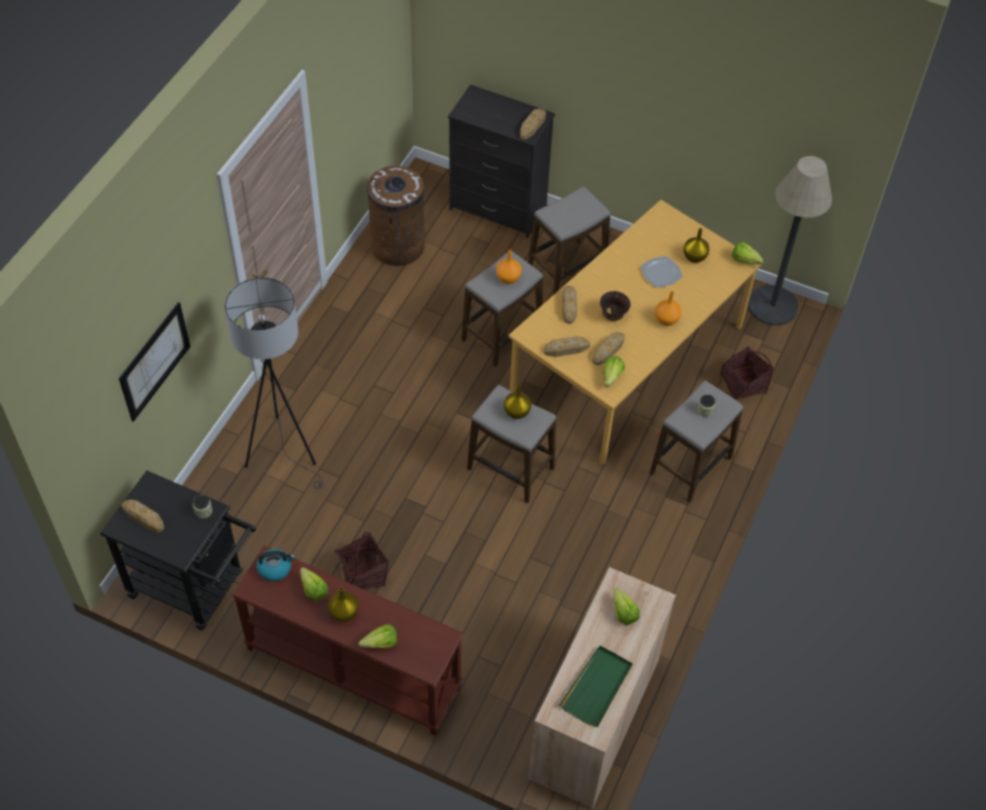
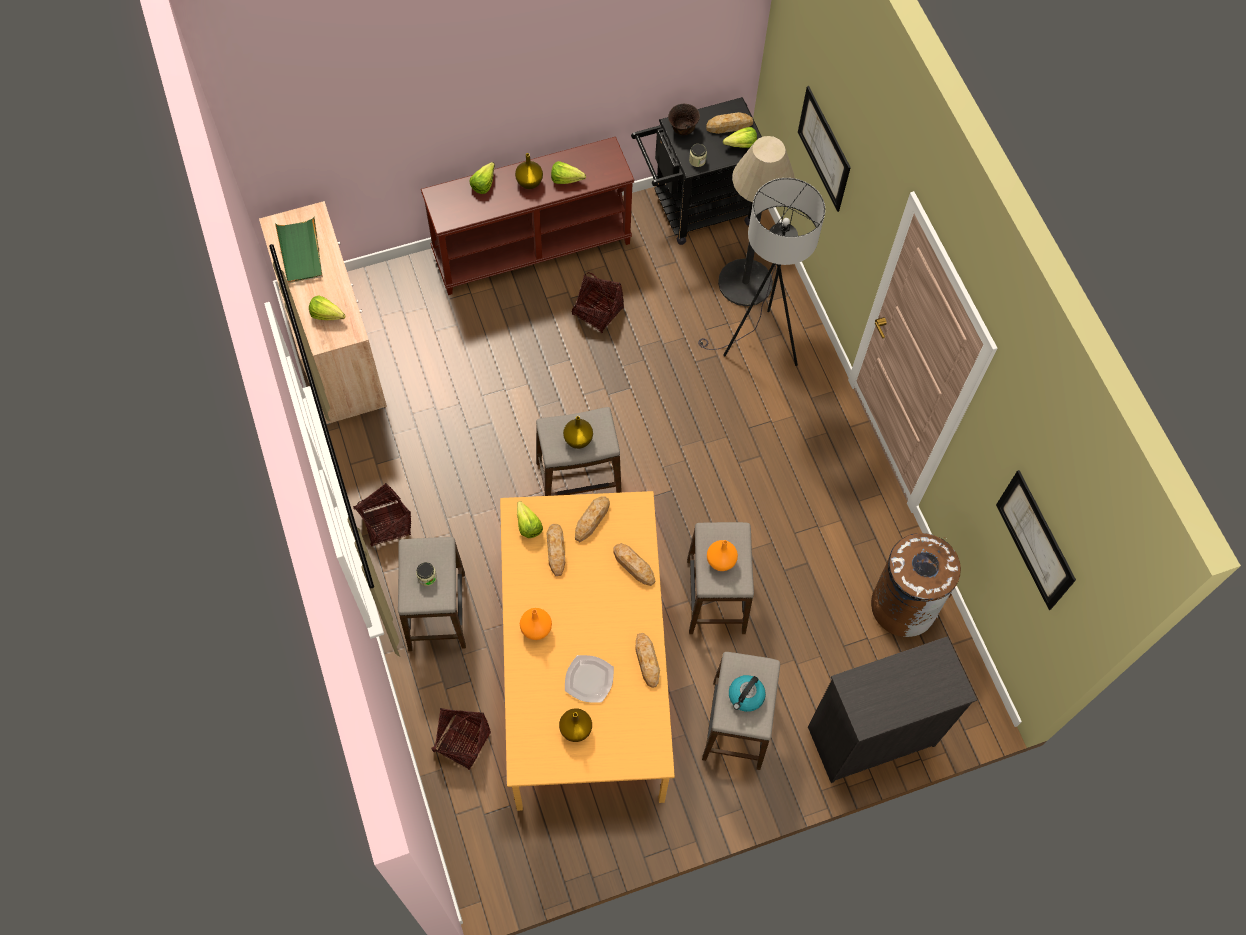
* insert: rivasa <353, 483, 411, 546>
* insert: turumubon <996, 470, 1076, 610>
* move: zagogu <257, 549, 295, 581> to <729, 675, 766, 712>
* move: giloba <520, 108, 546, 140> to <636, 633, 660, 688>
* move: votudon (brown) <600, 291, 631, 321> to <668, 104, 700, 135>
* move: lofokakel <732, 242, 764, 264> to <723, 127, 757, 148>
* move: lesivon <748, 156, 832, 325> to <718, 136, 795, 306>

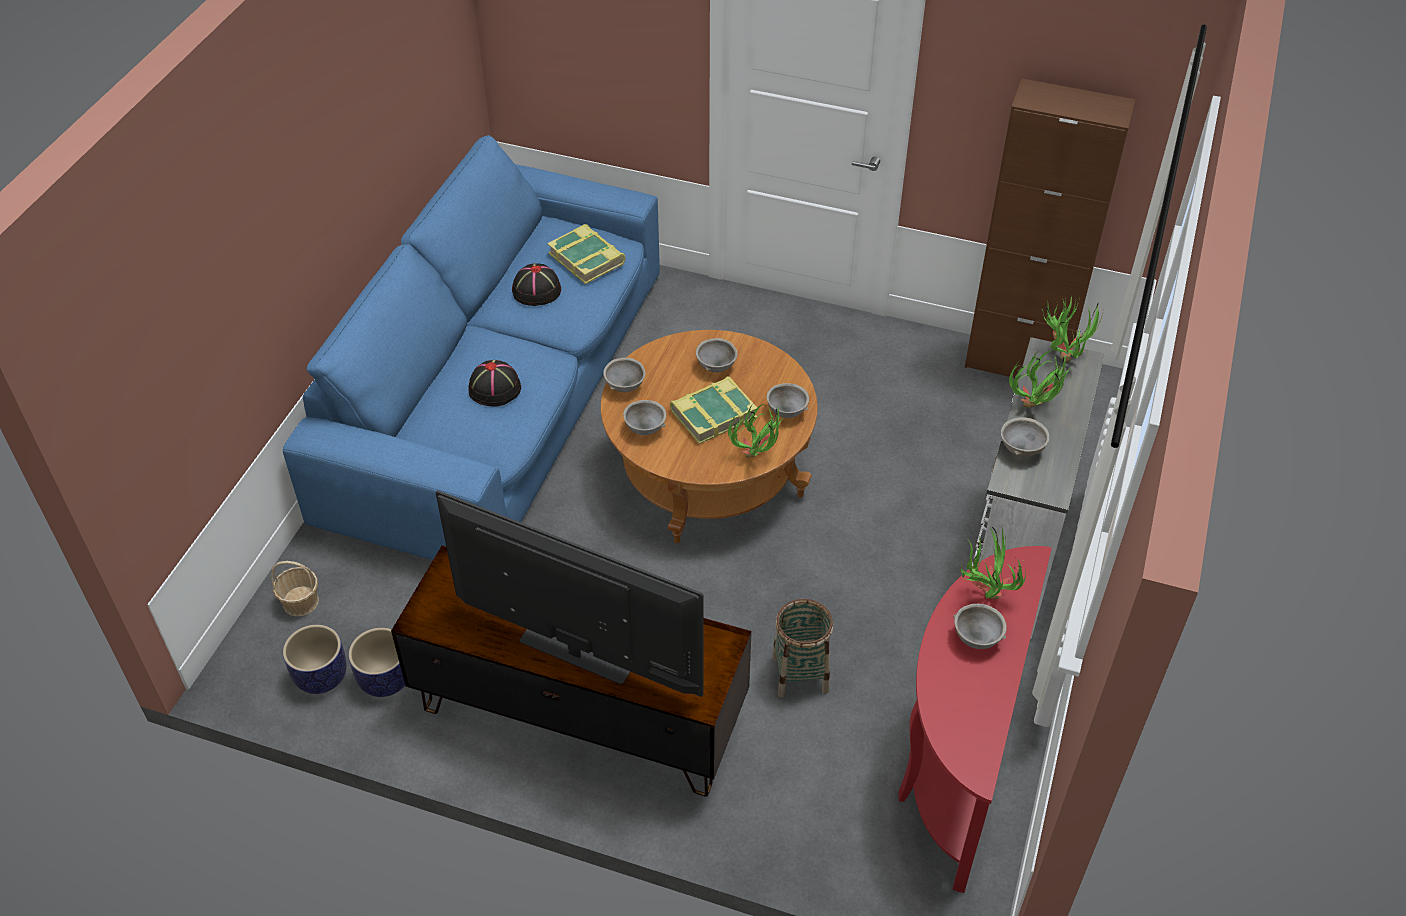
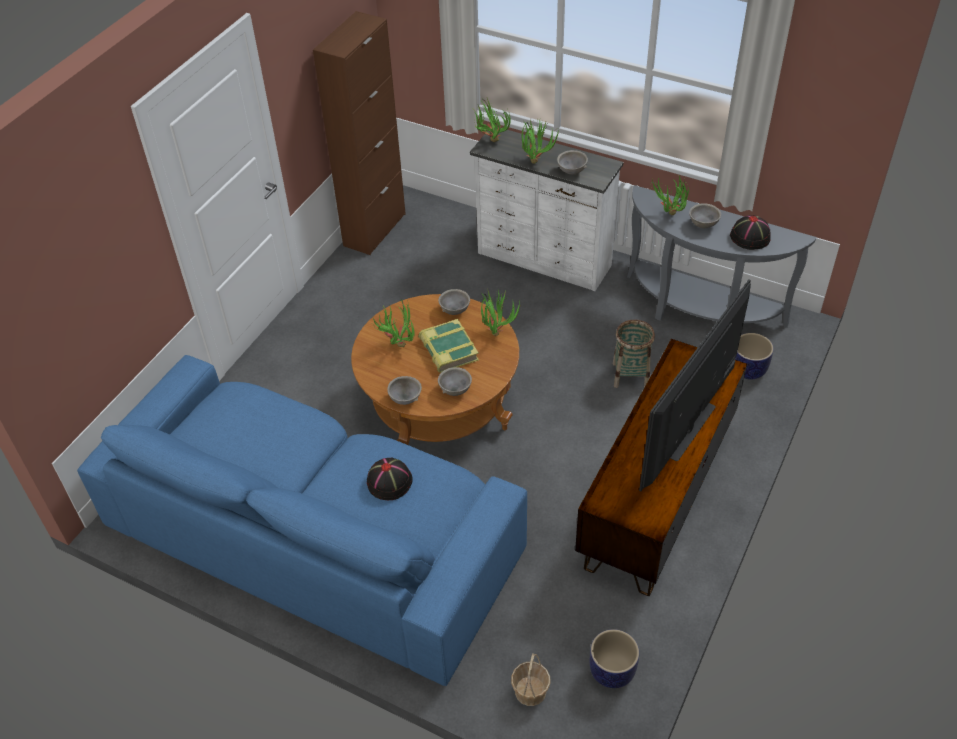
* delete: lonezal <547, 224, 626, 284>
* move: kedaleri <348, 628, 405, 697> to <735, 333, 774, 380>
* move: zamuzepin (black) <512, 263, 561, 306> to <730, 215, 771, 250>
* replace: votudon (grey) <696, 338, 738, 372> to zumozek <372, 299, 415, 347>
* recolor: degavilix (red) <898, 546, 1052, 893> to degavilix (grey) <627, 185, 816, 328>

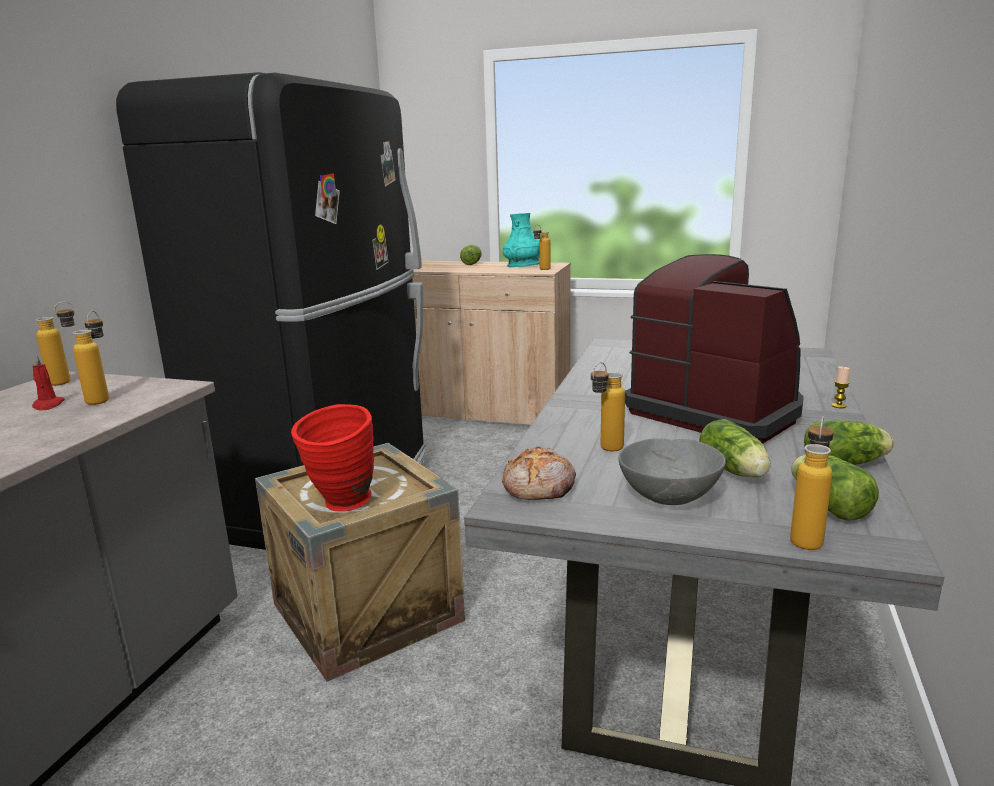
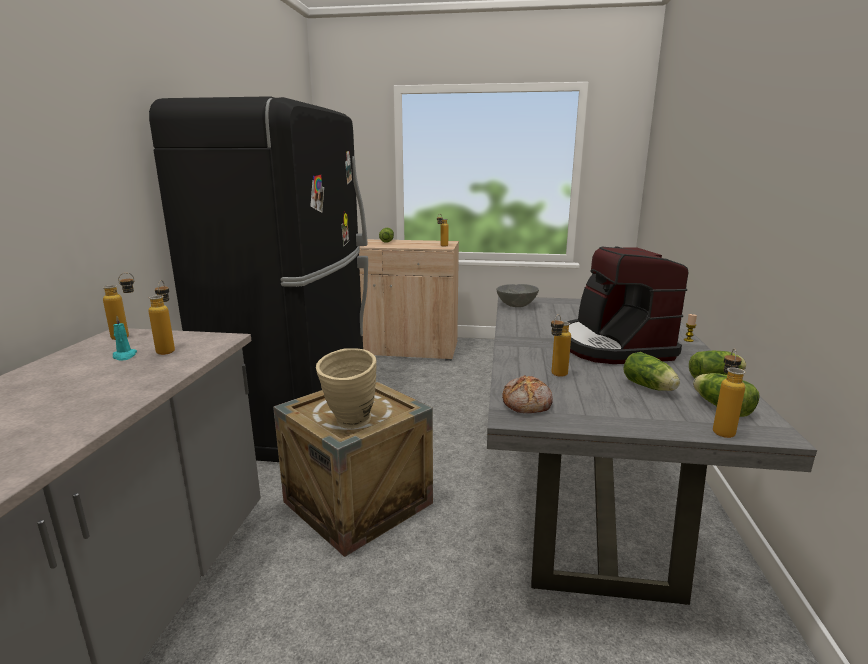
* delete: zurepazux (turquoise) <503, 213, 540, 267>
* move: votudon (grey) <619, 438, 726, 505> to <496, 284, 539, 307>
* recolor: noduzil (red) <32, 354, 65, 411> to noduzil (turquoise) <113, 316, 137, 361>
* recolor: zurepazux (red) <291, 404, 374, 512> to zurepazux (beige) <316, 348, 376, 429>
* rotate: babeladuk <625, 254, 804, 444> = <567, 246, 689, 364> 135 degrees counterclockwise

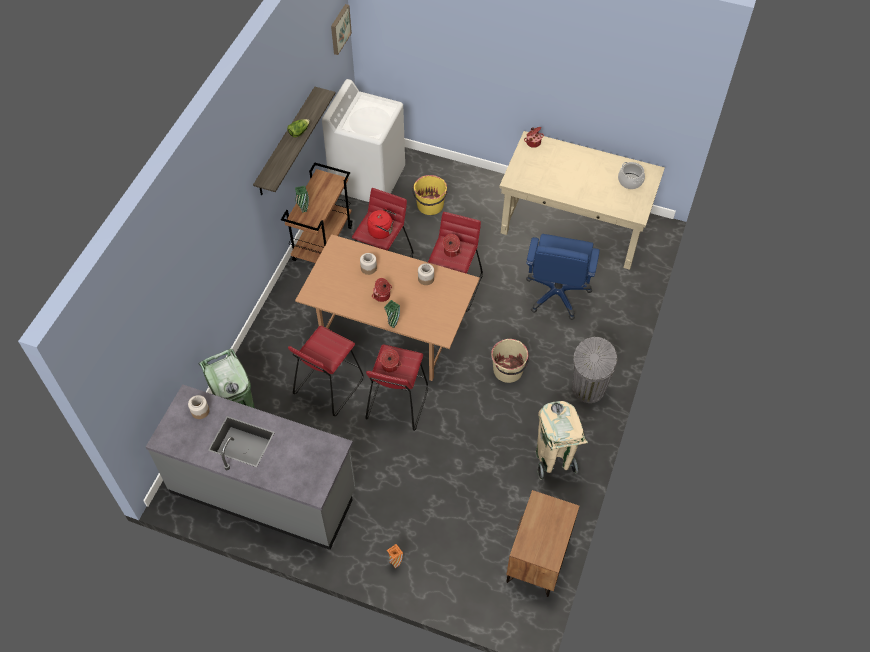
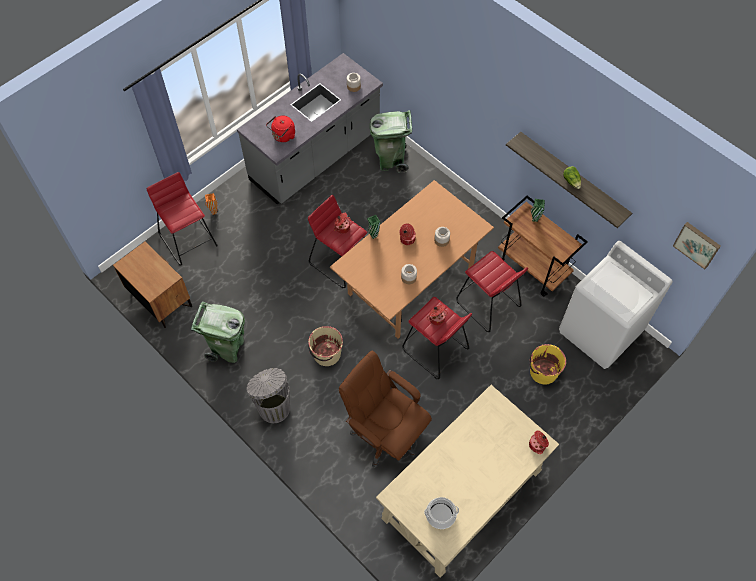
* move: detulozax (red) <288, 326, 364, 416> to <147, 172, 217, 265>
* move: zagogu (red) <367, 208, 396, 239> to <266, 115, 295, 142>
* recolor: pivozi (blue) <526, 234, 600, 320> to pivozi (brown) <339, 351, 432, 468>
* recolor: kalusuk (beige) <536, 401, 588, 480> to kalusuk (green) <191, 301, 245, 363>

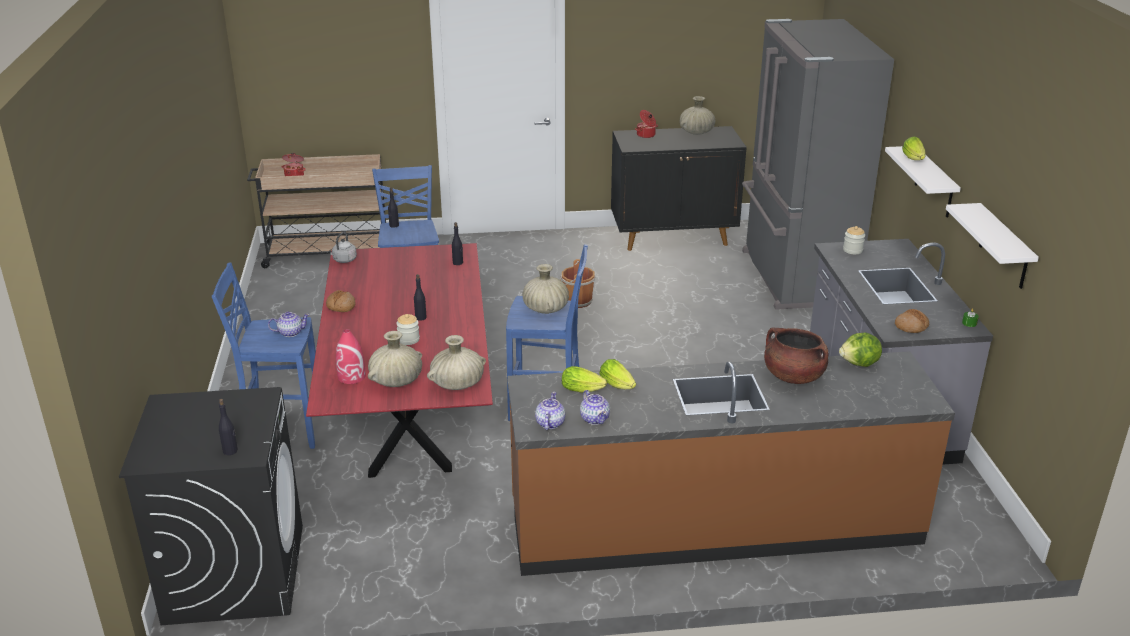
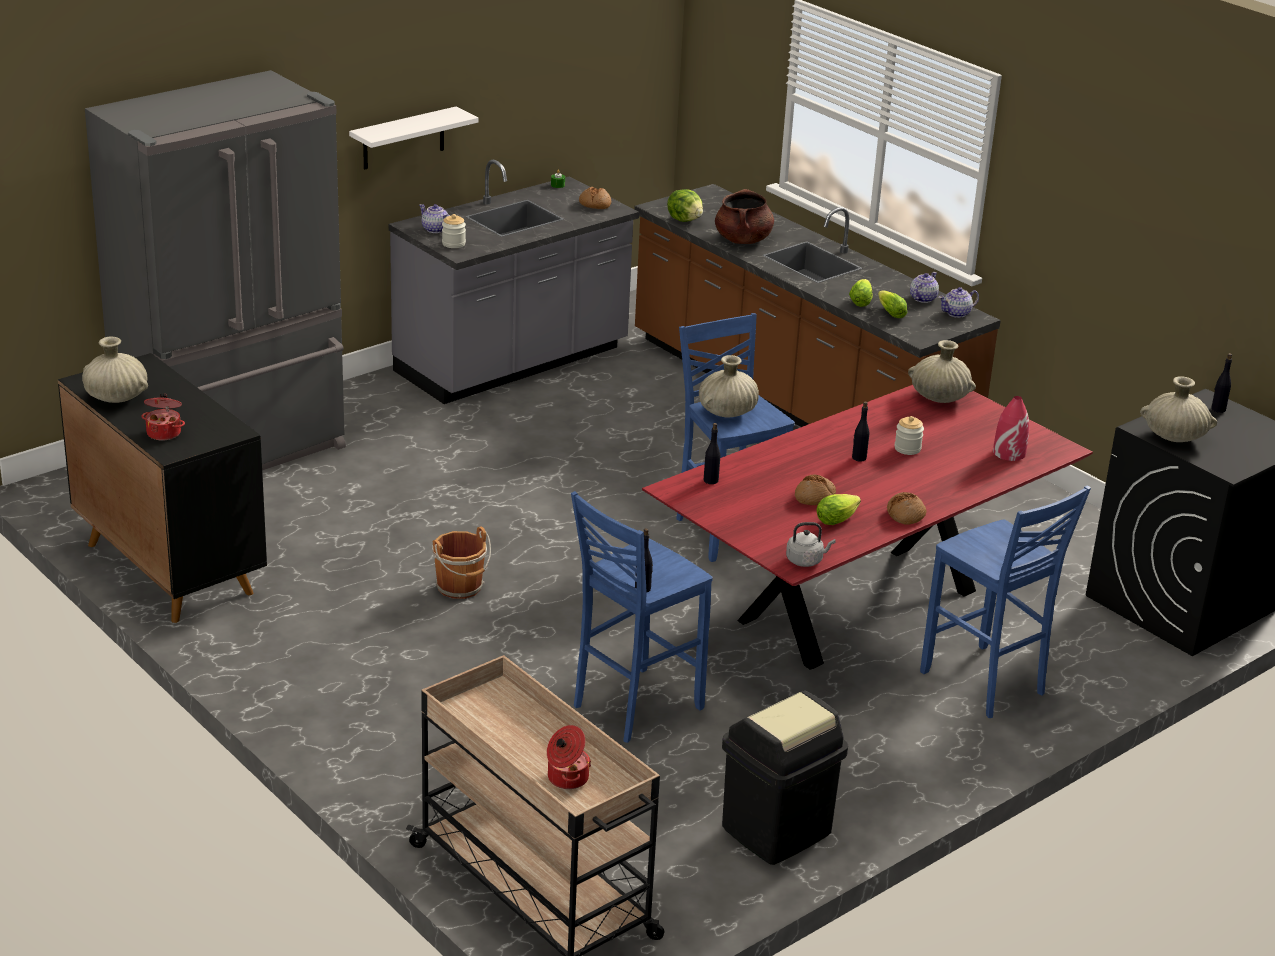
* delete: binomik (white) <946, 203, 1039, 289>
* insert: kalusuk (black) <722, 691, 848, 865>
* insert: giloba <795, 475, 836, 505>
* move: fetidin <268, 311, 310, 337> to <419, 204, 450, 233>
* move: zurepazux (beige) <368, 331, 422, 387> to <1140, 376, 1217, 442>
* move: lofokakel <902, 137, 926, 160> to <816, 494, 861, 525>

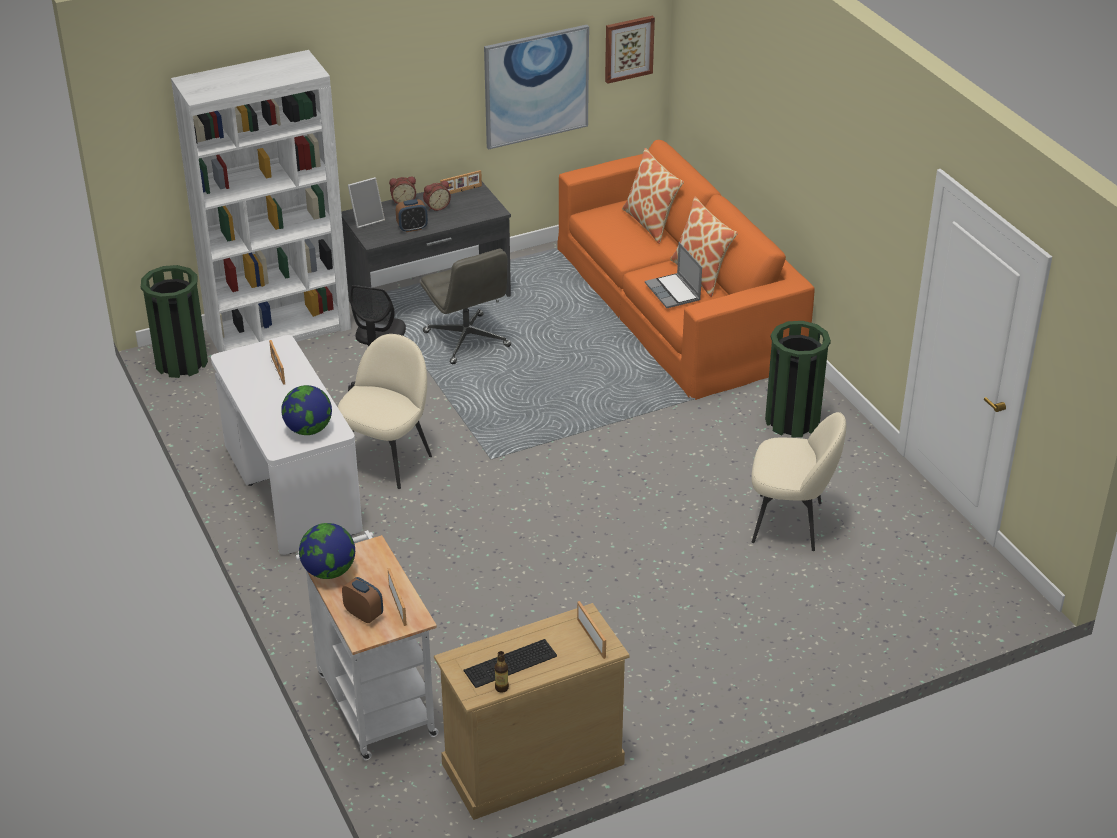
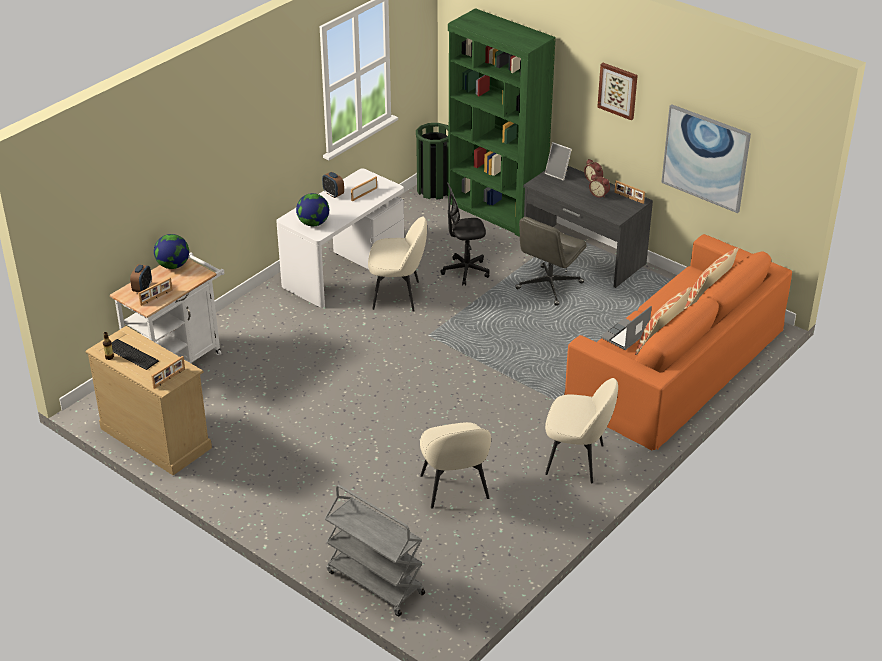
* insert: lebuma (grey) <325, 485, 425, 616>
* move: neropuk <396, 199, 428, 232> to <322, 172, 344, 198>
* move: turumubon <605, 16, 655, 84> to <597, 63, 638, 120>
* replace: kalusuk (green) <765, 321, 831, 438> to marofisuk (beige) <545, 378, 618, 483>
* recolor: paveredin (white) <171, 50, 351, 352> to paveredin (green) <448, 8, 556, 237>

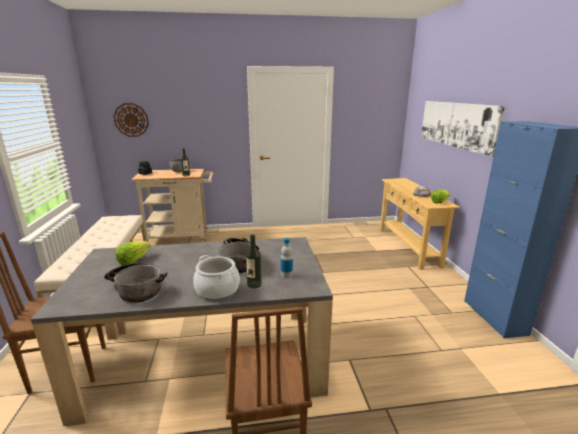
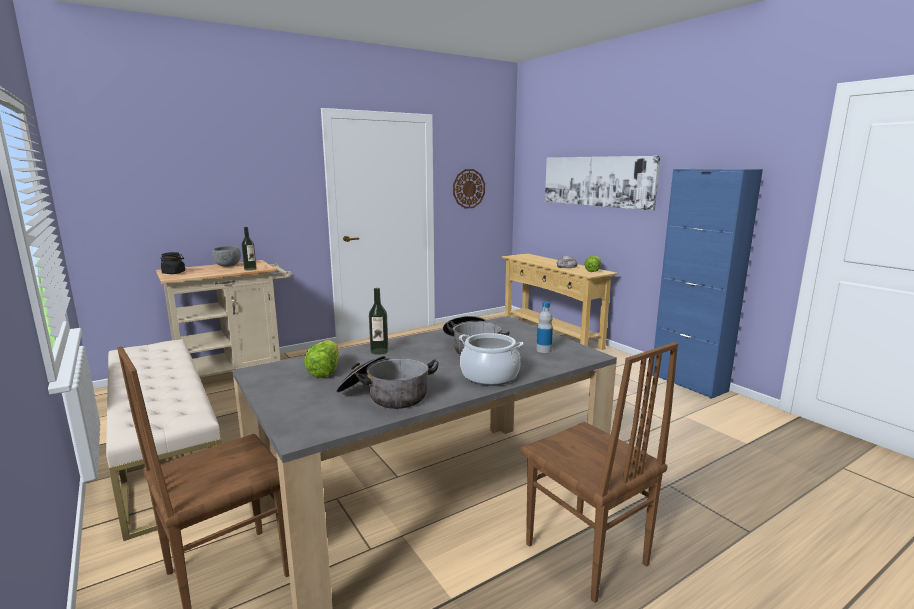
* move: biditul <113, 103, 149, 137> to <453, 169, 485, 209>
* move: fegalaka <246, 234, 262, 288> to <369, 288, 388, 355>

